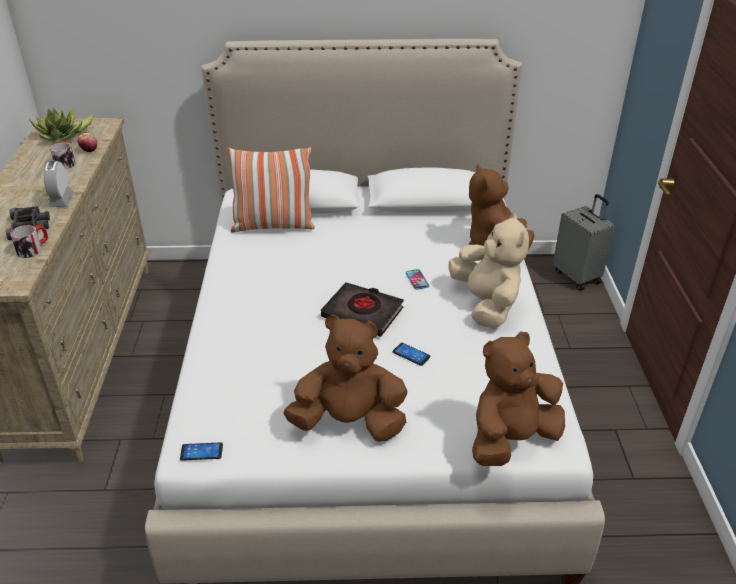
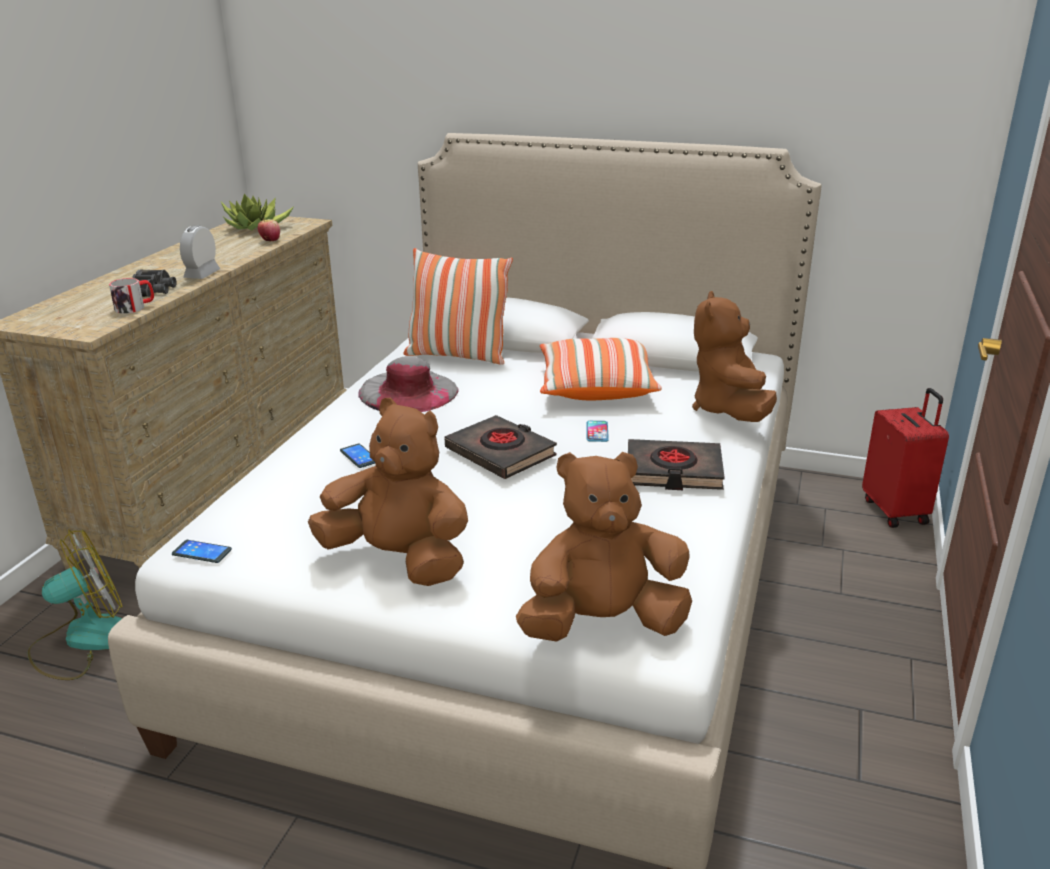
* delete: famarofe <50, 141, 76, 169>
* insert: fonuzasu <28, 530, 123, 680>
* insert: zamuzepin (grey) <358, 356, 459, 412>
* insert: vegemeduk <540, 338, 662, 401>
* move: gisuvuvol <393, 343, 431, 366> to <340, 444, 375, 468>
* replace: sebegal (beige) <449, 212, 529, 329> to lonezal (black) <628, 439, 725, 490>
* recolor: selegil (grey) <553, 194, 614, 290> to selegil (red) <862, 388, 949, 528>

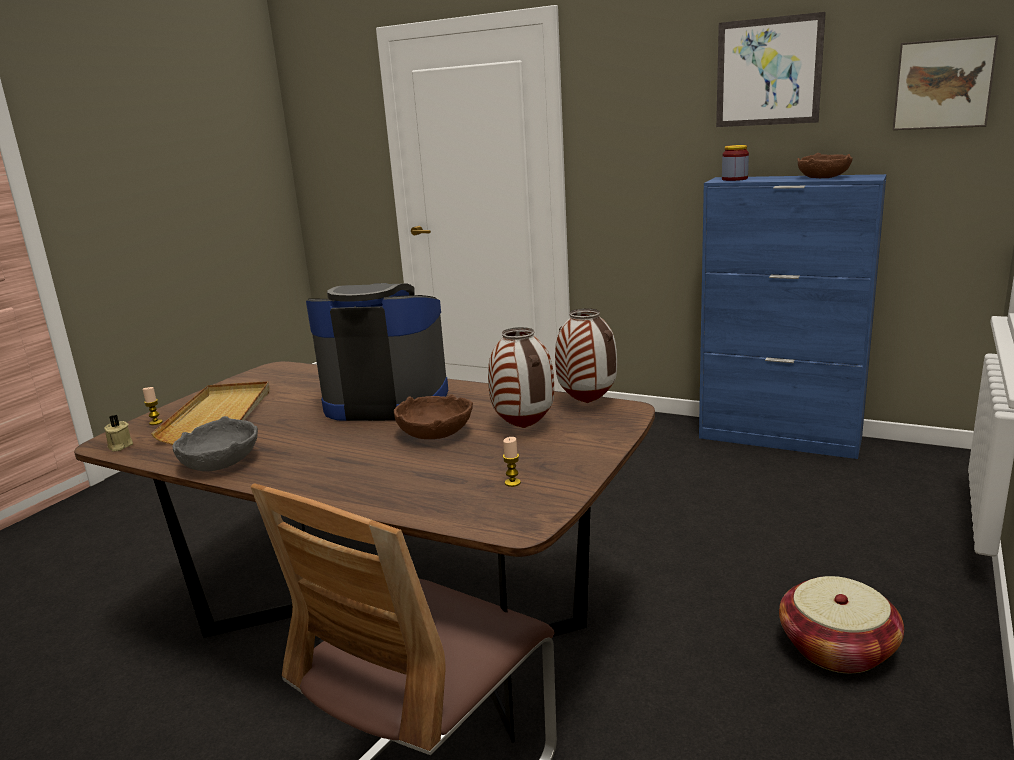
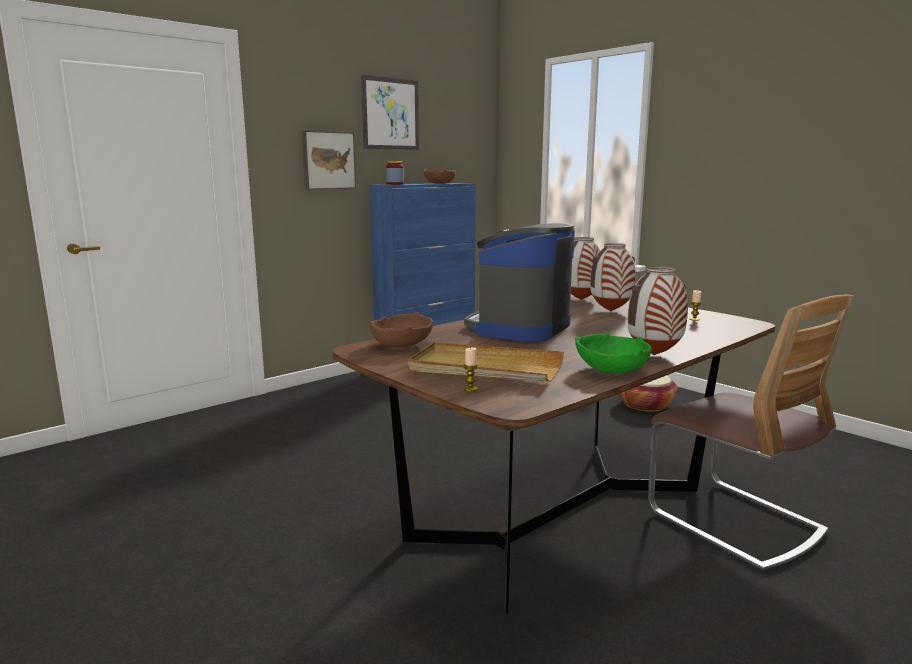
* delete: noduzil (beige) <104, 415, 133, 451>
* insert: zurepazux <628, 267, 688, 355>
* move: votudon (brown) <394, 394, 473, 439> to <369, 312, 433, 347>
* move: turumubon <893, 35, 998, 130> to <302, 131, 356, 190>
* recolor: votudon (grey) <172, 416, 258, 471> to votudon (green) <575, 332, 652, 374>

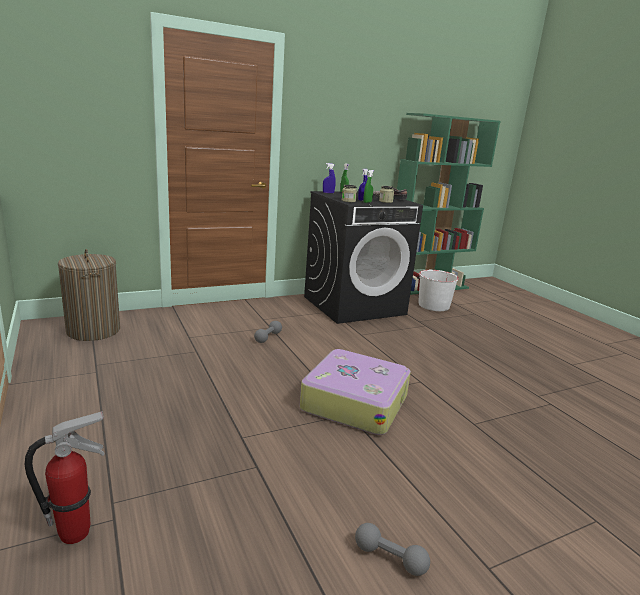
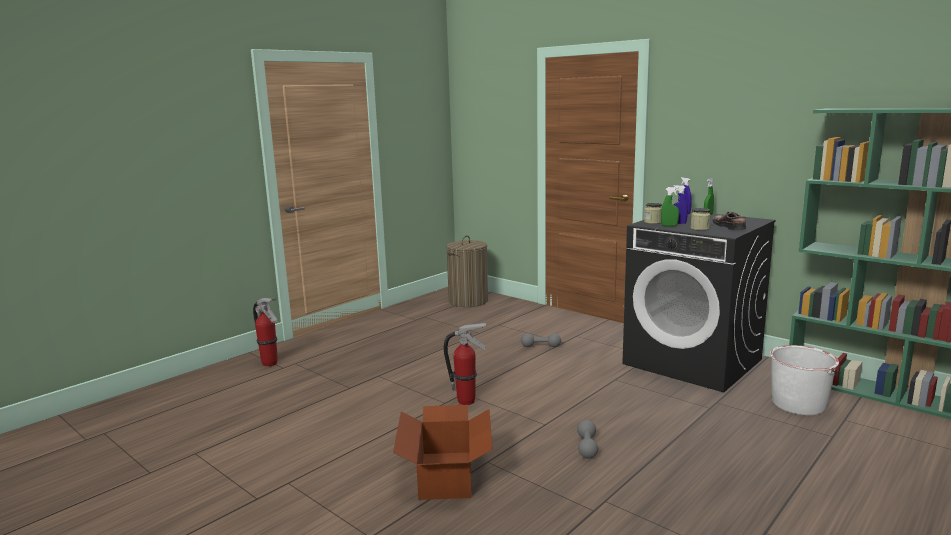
* insert: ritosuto <393, 405, 493, 500>
* move: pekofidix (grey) <355, 523, 430, 576> to <577, 420, 598, 459>
* replace: selegil <300, 349, 411, 435> to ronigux <444, 322, 487, 405>

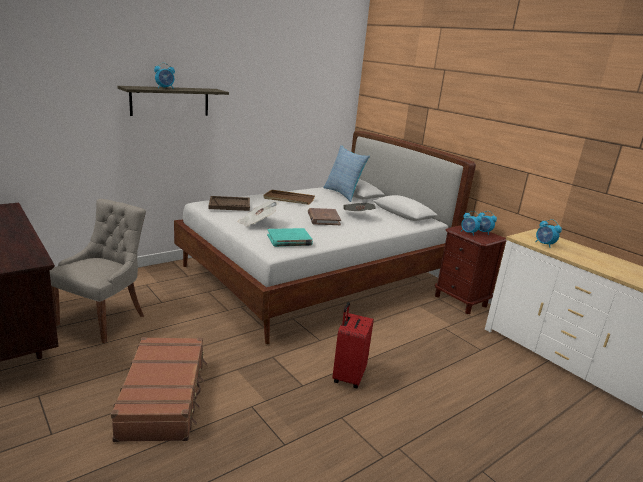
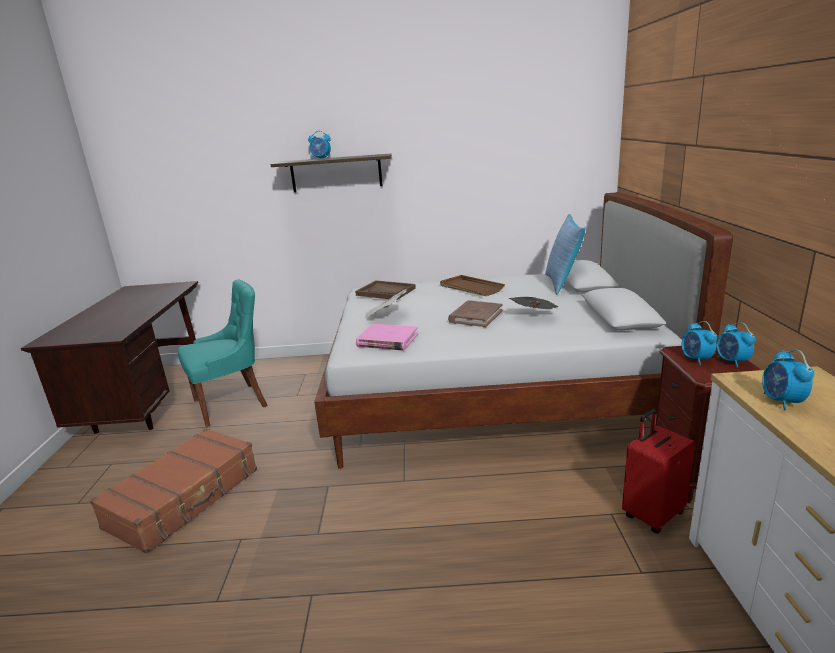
* move: selegil (red) <332, 302, 374, 388> to <622, 409, 695, 533>
* recolor: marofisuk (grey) <49, 199, 146, 343> to marofisuk (turquoise) <178, 279, 268, 427>
* recolor: lonezal (turquoise) <267, 228, 313, 247> to lonezal (pink) <356, 324, 418, 351>

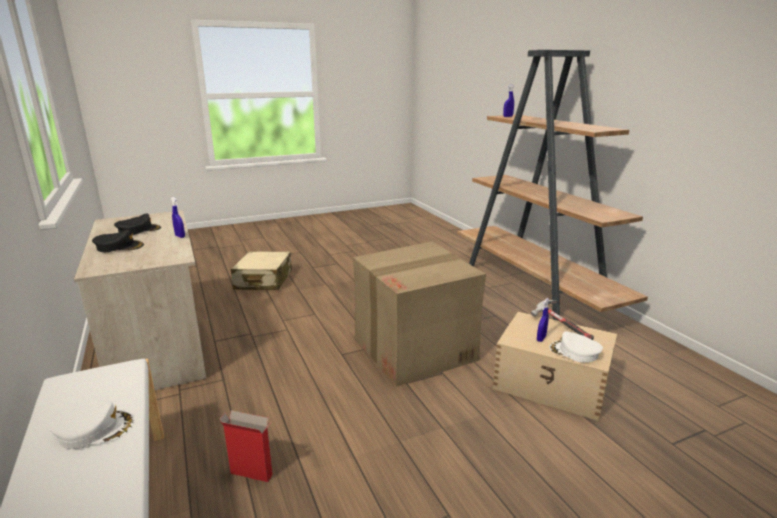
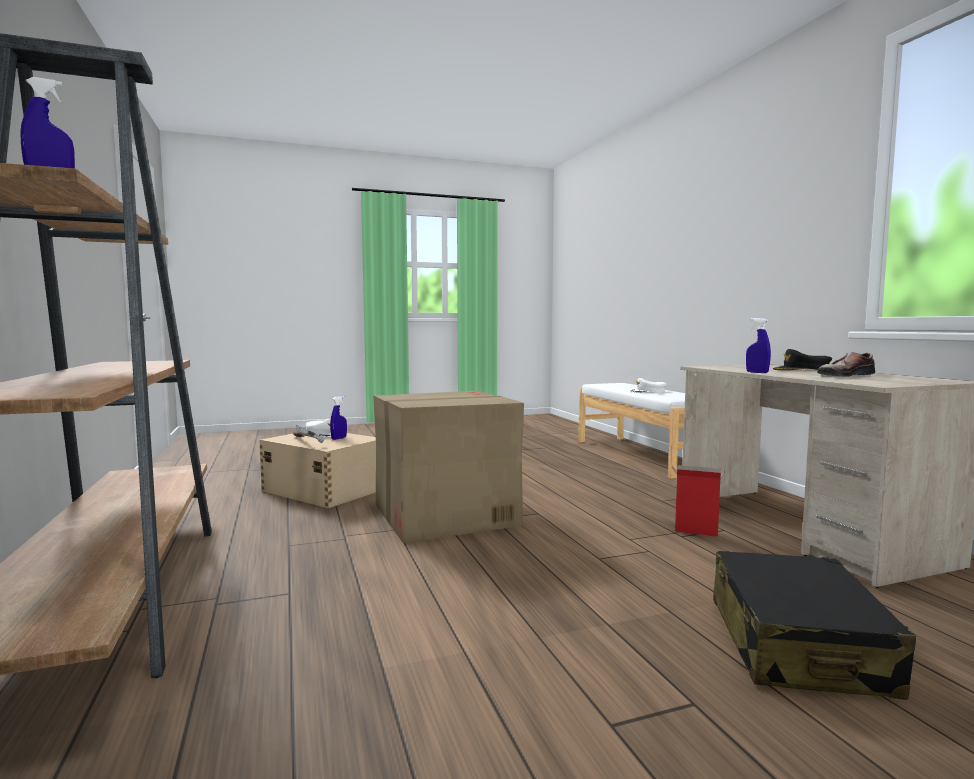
* move: ritosuto <220, 410, 273, 482> to <672, 465, 725, 537>
* replace: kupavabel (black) <114, 213, 161, 235> to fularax <817, 352, 875, 377>
* recolor: selegil (beige) <231, 251, 292, 290> to selegil (black) <713, 551, 916, 700>

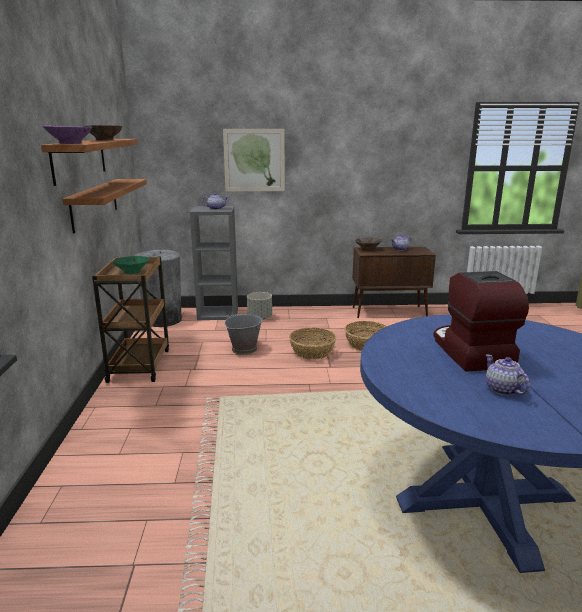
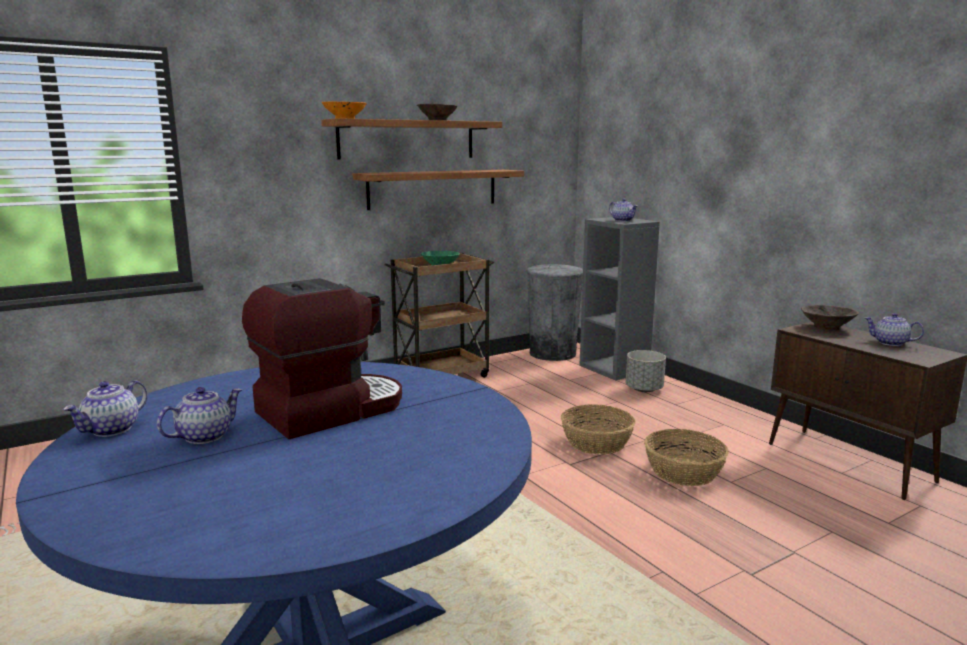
* delete: turumubon <223, 129, 285, 191>
* delete: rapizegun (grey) <225, 314, 263, 355>
* insert: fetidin <63, 380, 147, 437>
* recolor: votudon (purple) <42, 126, 93, 144> to votudon (orange) <322, 101, 367, 119>

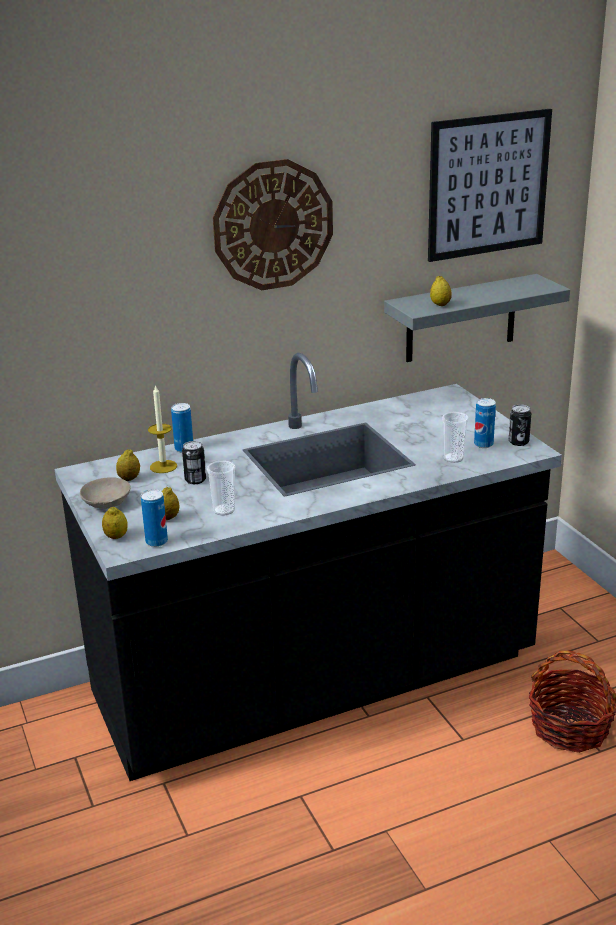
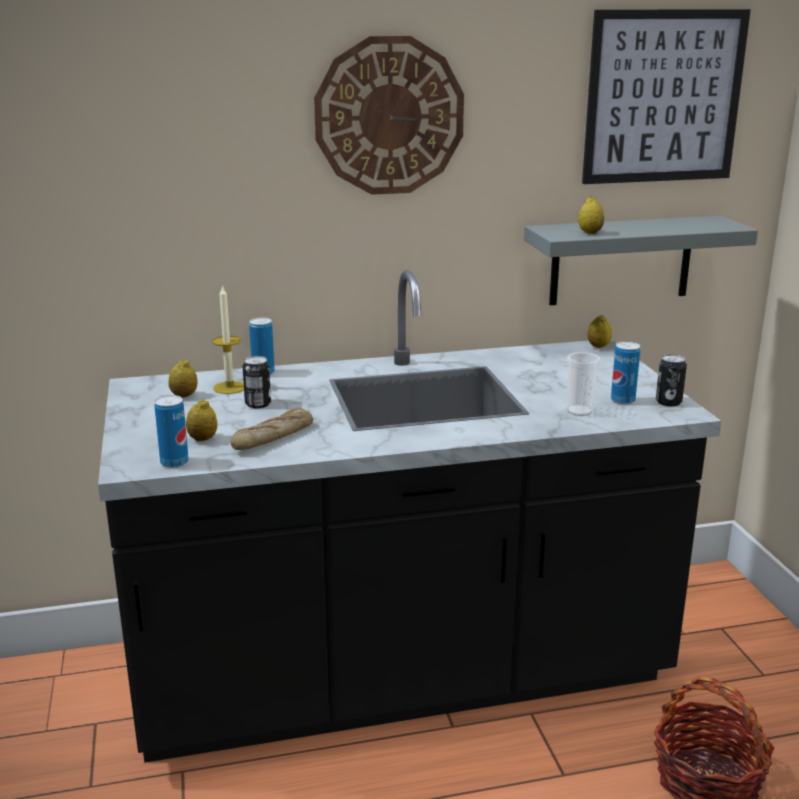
* delete: votudon (beige) <80, 478, 130, 509>
* move: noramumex <102, 507, 128, 539> to <588, 315, 612, 348>
* replace: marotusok <207, 461, 235, 515> to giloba <231, 408, 313, 450>

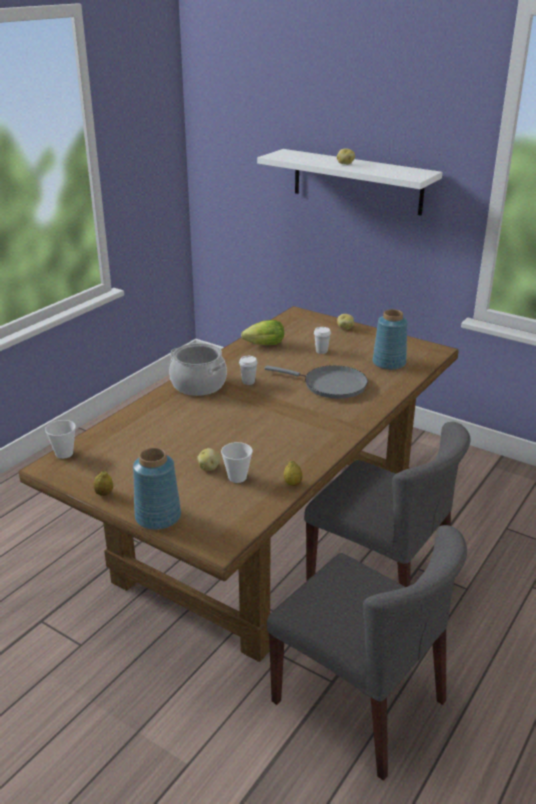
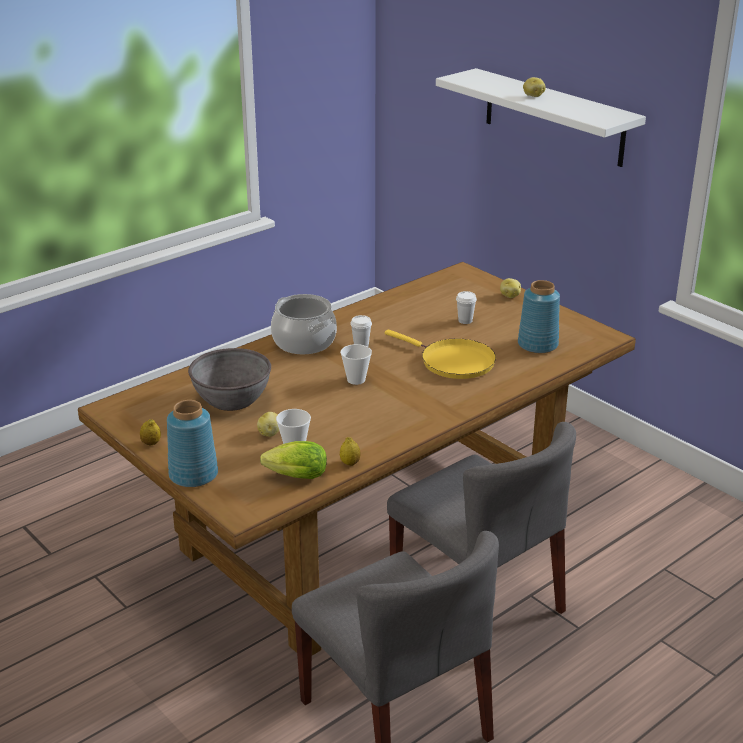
* insert: votudon (grey) <188, 348, 271, 411>
* move: marotusok <45, 420, 76, 459> to <340, 344, 372, 385>
* move: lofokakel <241, 320, 284, 345> to <260, 441, 327, 479>
* recolor: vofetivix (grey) <264, 365, 368, 399> to vofetivix (yellow) <385, 329, 496, 379>

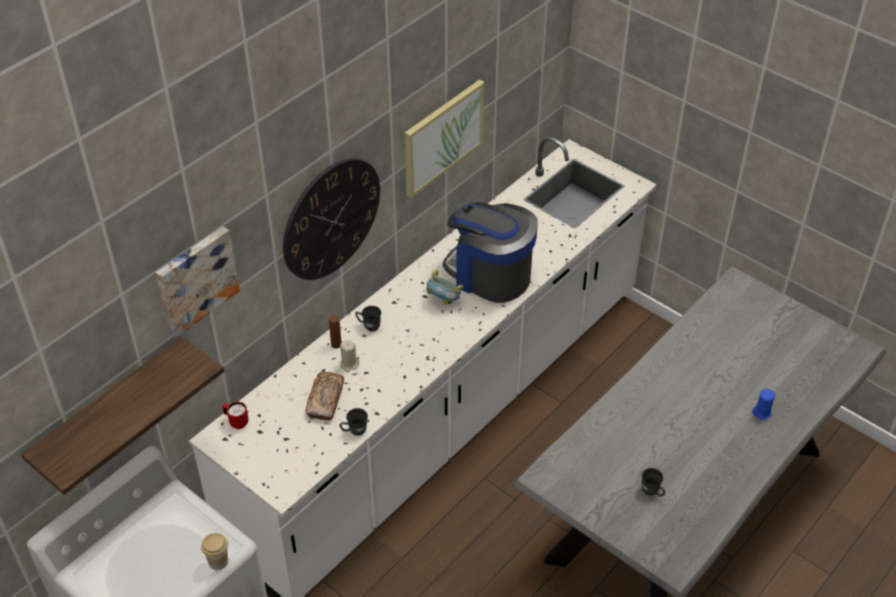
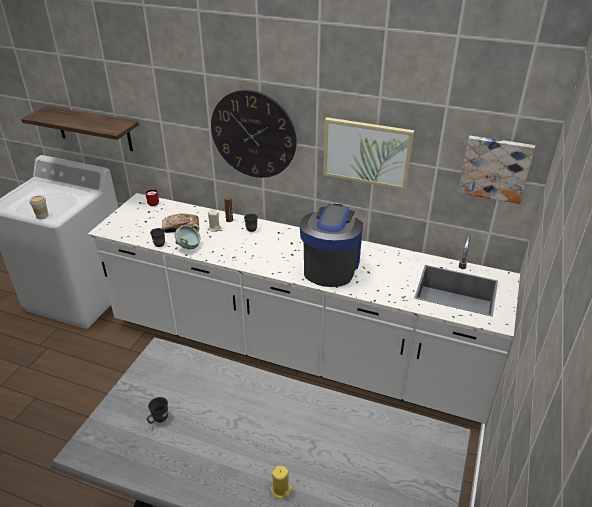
* move: turumubon <156, 226, 240, 337> to <458, 136, 535, 204>
* move: votudon <427, 269, 463, 304> to <175, 224, 201, 249>
* recolor: noduzil (blue) <752, 388, 775, 420> to noduzil (yellow) <270, 466, 292, 498>

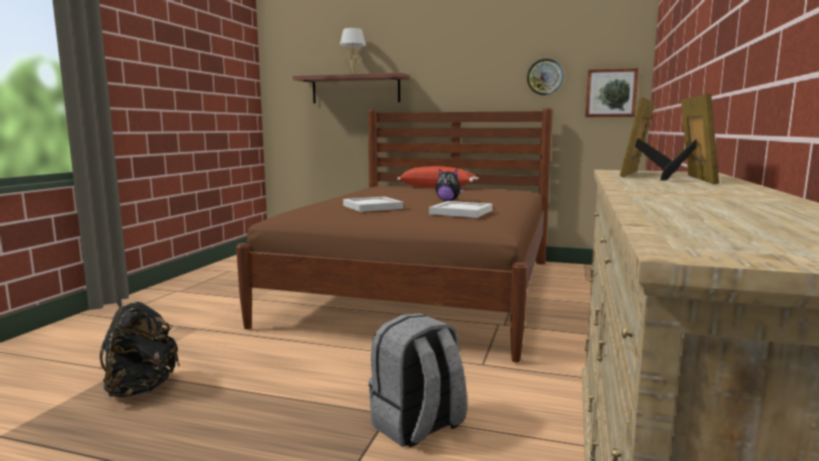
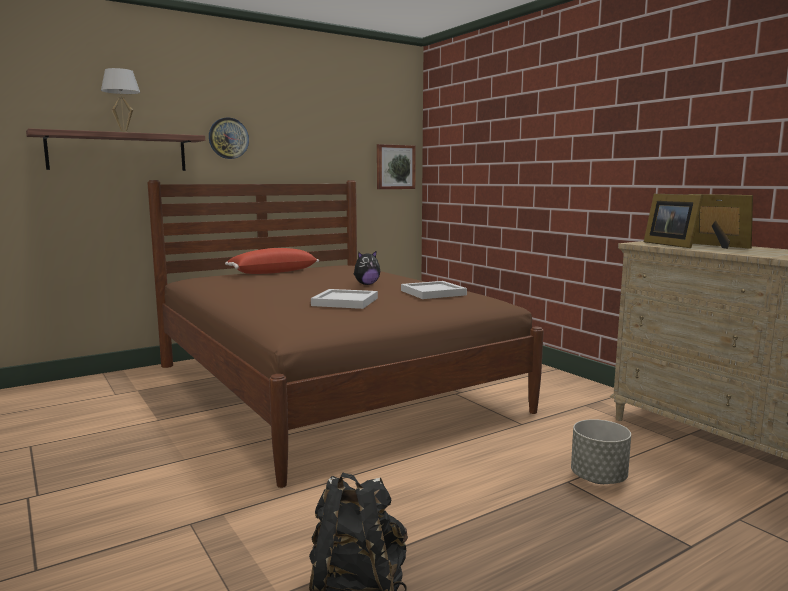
* move: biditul <527, 59, 563, 95> to <209, 117, 249, 159>
* replace: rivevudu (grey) <369, 313, 467, 447> to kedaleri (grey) <571, 419, 631, 484>

